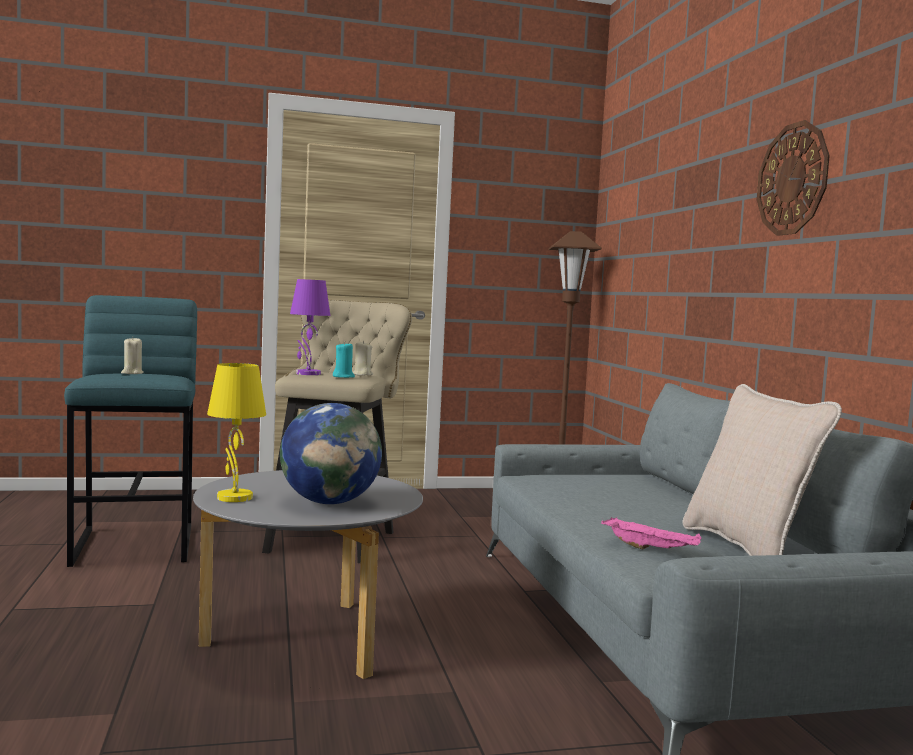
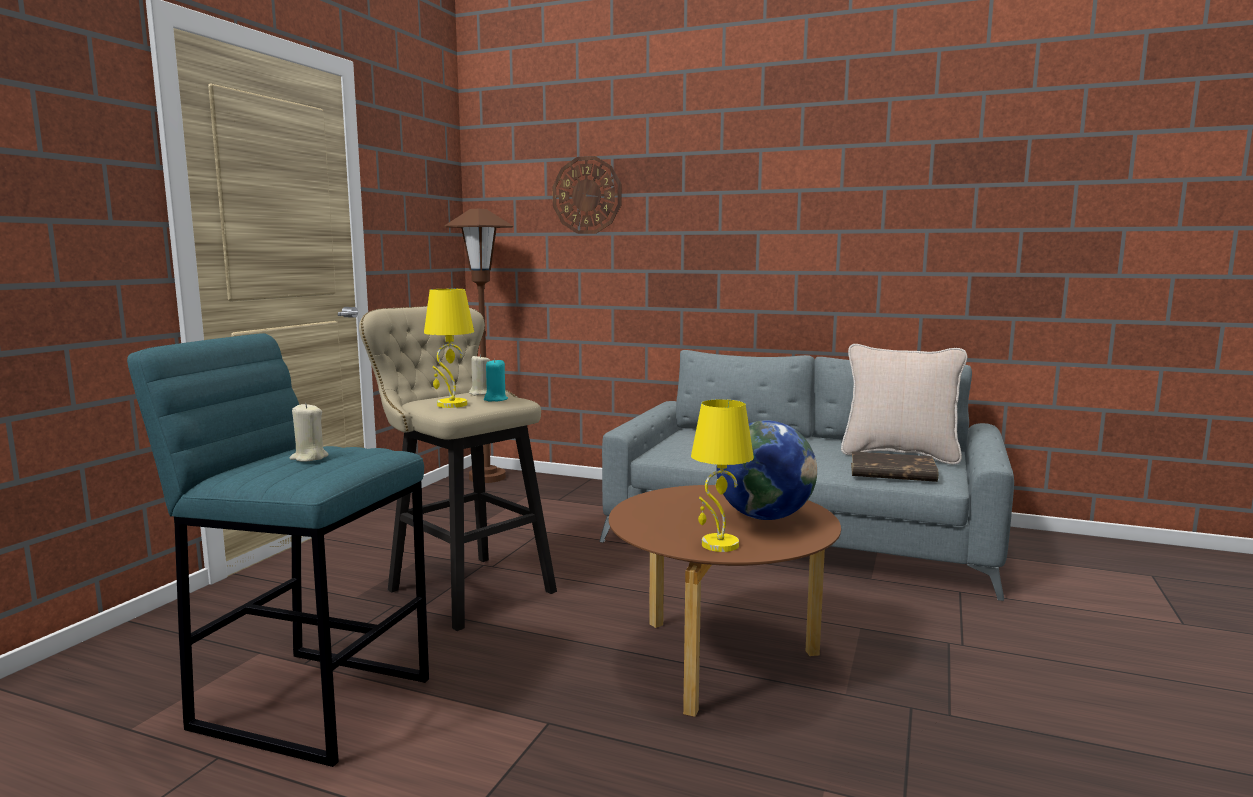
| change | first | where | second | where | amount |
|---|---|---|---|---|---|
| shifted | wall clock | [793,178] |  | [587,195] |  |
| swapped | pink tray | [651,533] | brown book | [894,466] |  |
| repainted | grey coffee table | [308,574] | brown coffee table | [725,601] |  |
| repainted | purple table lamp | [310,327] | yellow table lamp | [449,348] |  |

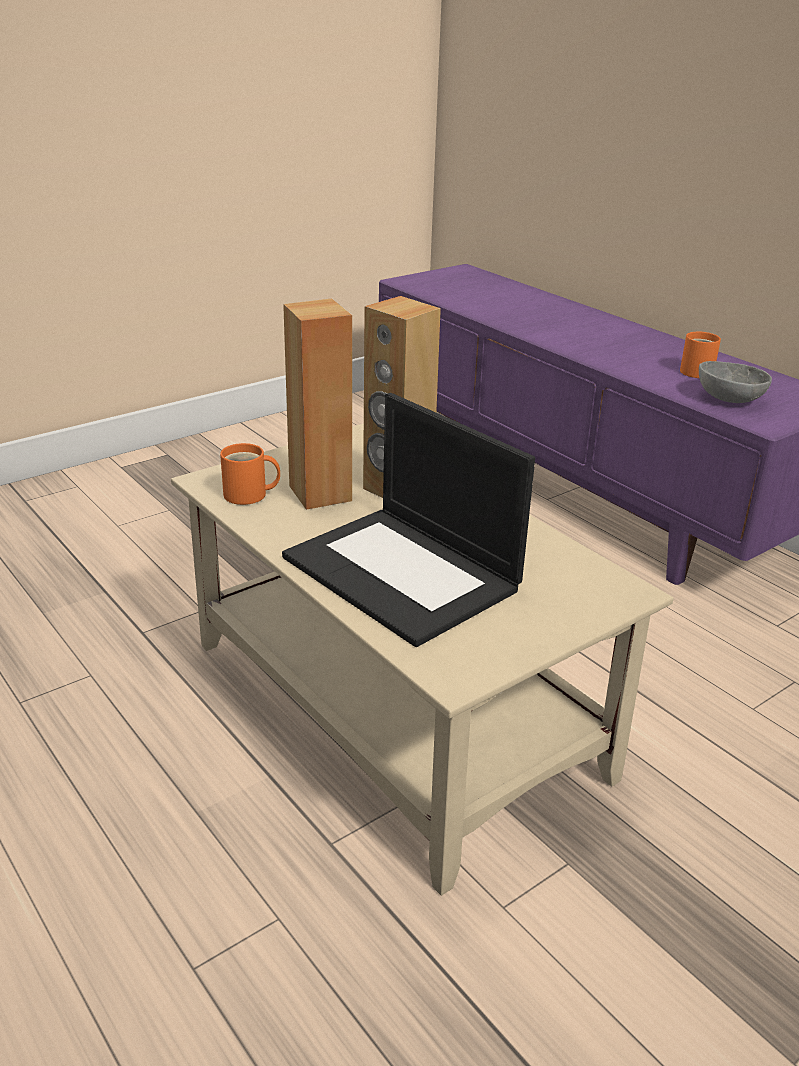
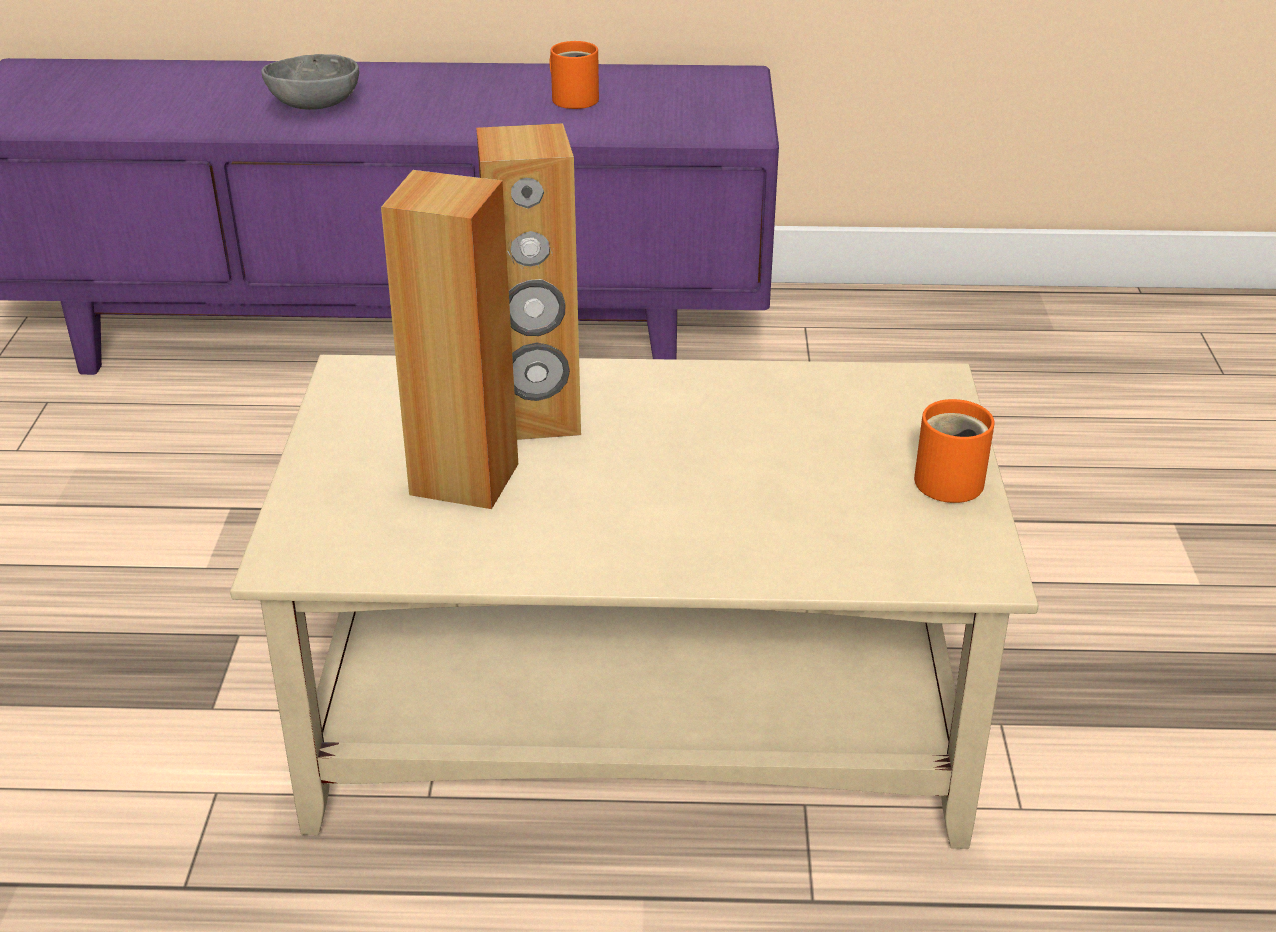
| change | first | where | second | where | amount |
|---|---|---|---|---|---|
| gone | laptop | [408,520] |  |  |  |
| shifted | orange mug | [250,474] |  | [954,451] |  |
| shifted | grey bowl | [735,382] |  | [310,82] |  |

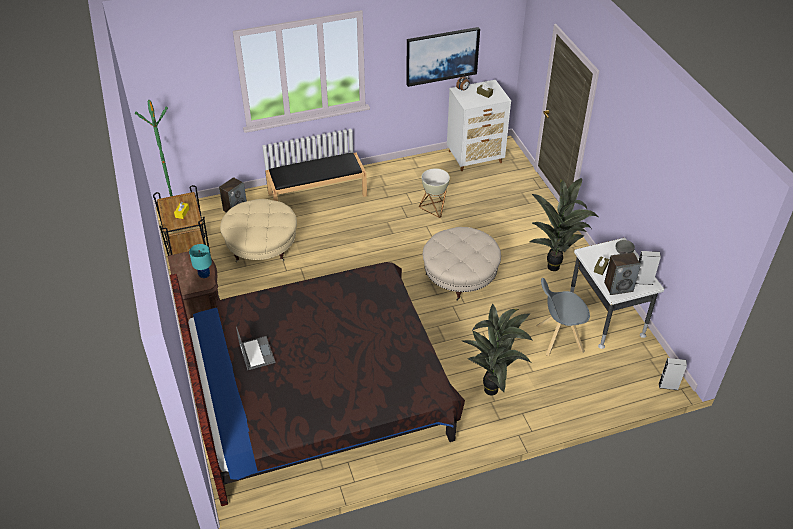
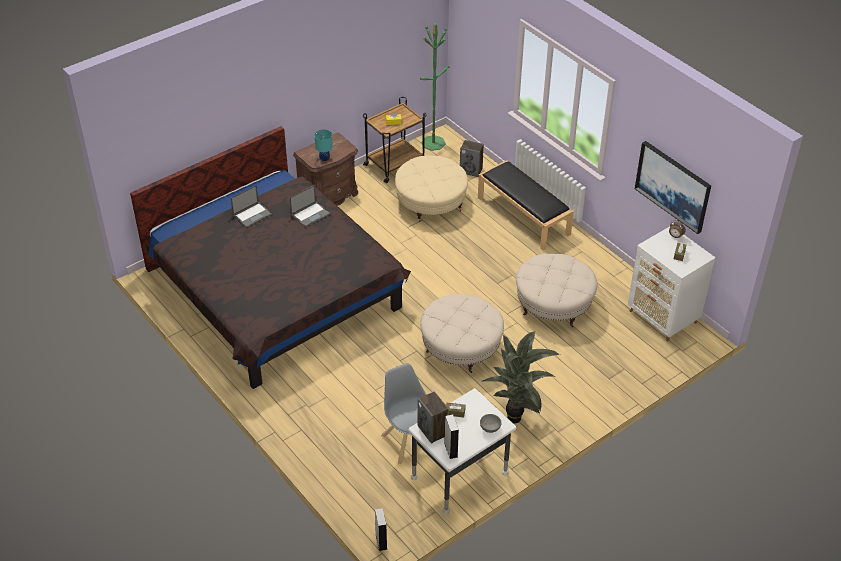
| change | first | where | second | where | amount |
|---|---|---|---|---|---|
| gone | potted plant | [497,349] |  |  |  |
| new |  |  | laptop | [310,206] |  |
| swapped | planter | [434,193] | beige ottoman | [557,290] |  |

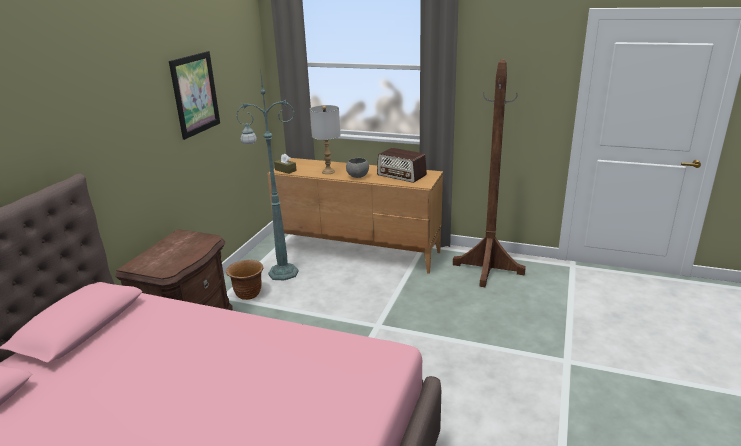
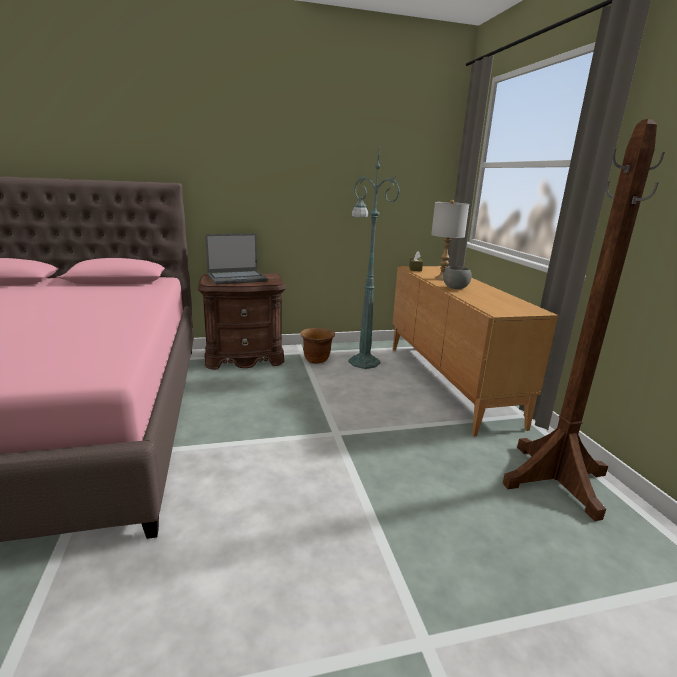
| change | first | where | second | where | amount |
|---|---|---|---|---|---|
| gone | picture | [194,95] |  |  |  |
| gone | radio | [402,165] |  |  |  |
| new |  |  | laptop | [236,259] |  |

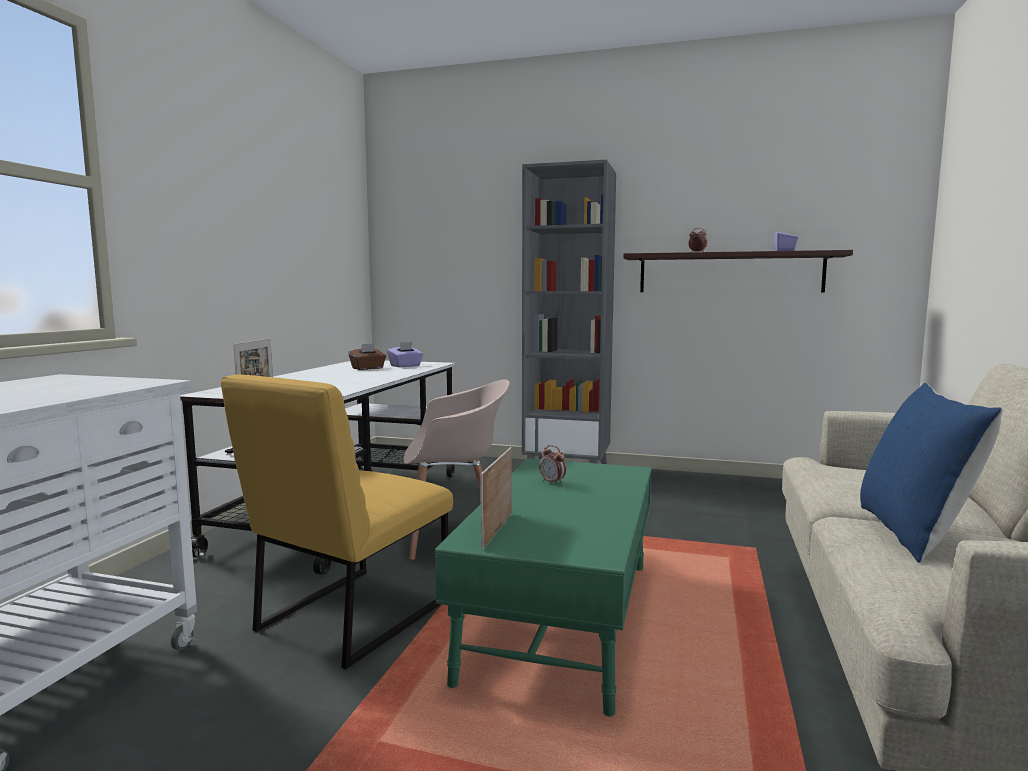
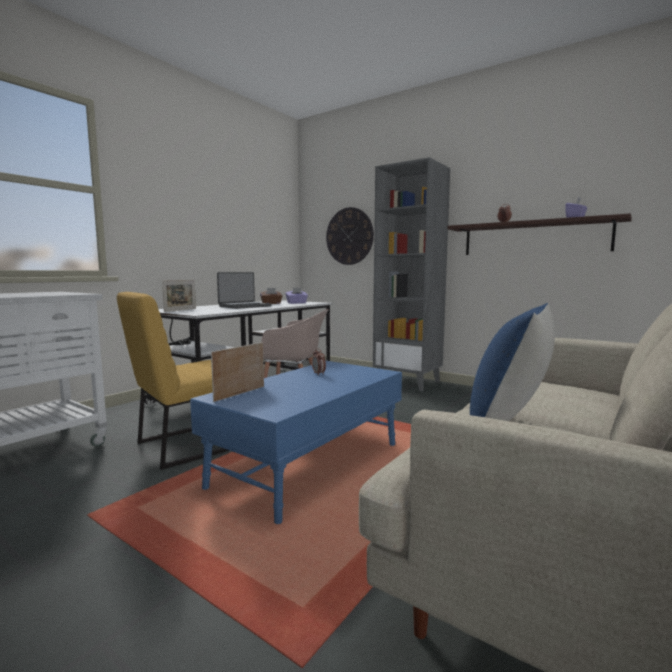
| change | first | where | second | where | amount |
|---|---|---|---|---|---|
| new |  |  | laptop | [244,290] |  |
| new |  |  | wall clock | [350,236] |  |
| repainted | green coffee table | [543,587] | blue coffee table | [296,442] |  |

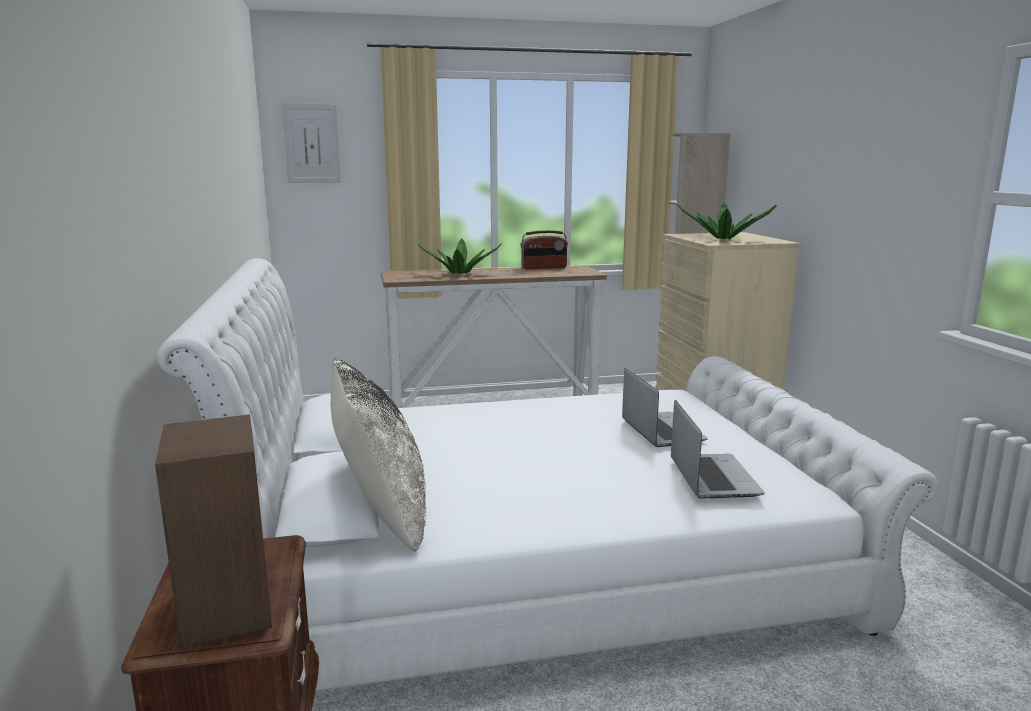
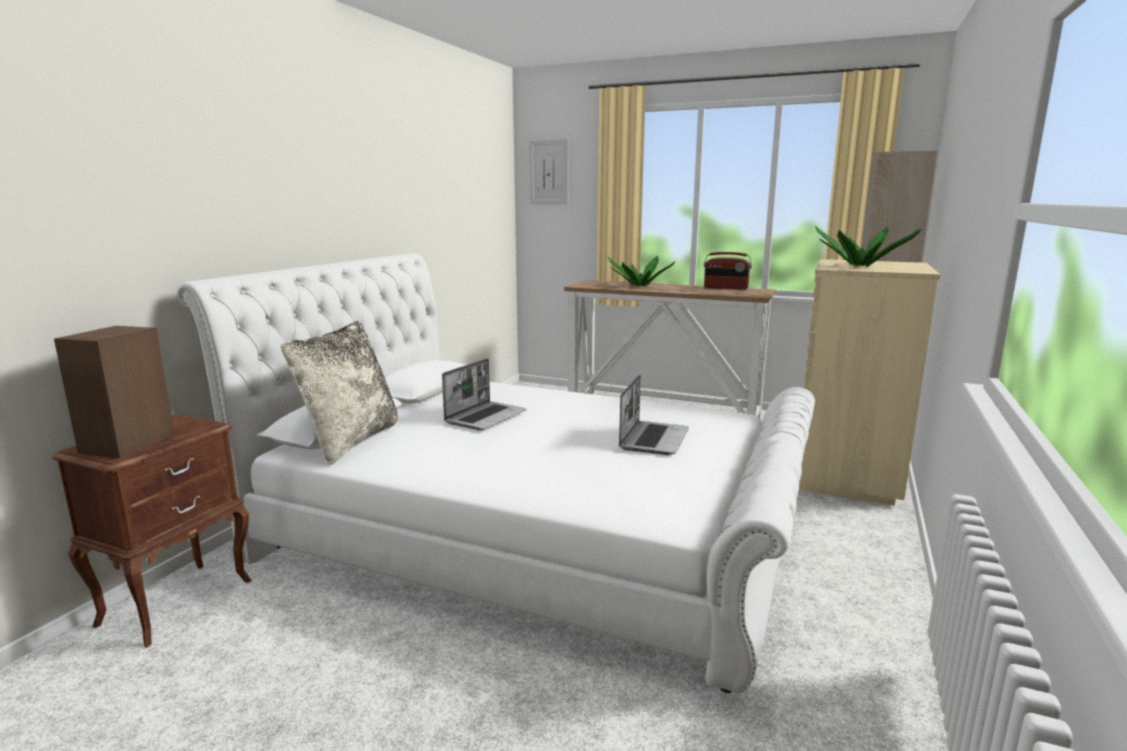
| change | first | where | second | where | amount |
|---|---|---|---|---|---|
| shifted | laptop | [718,449] |  | [484,394] |  |

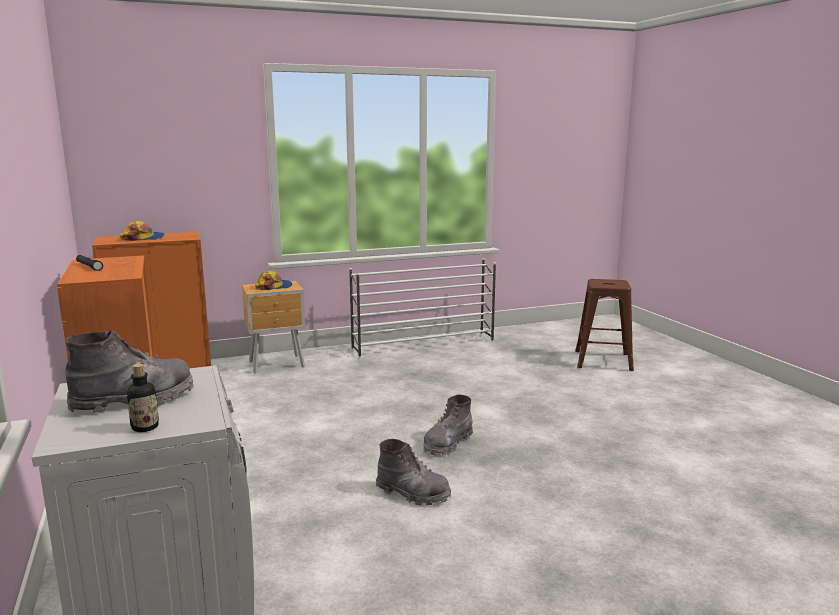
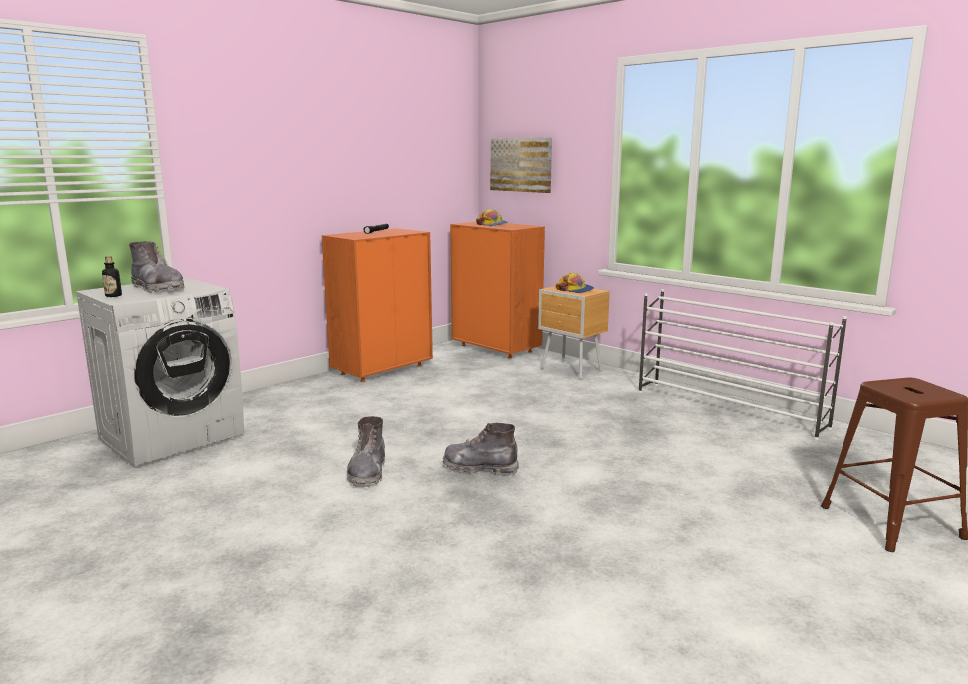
| change | first | where | second | where | amount |
|---|---|---|---|---|---|
| new |  |  | picture | [521,165] |  |

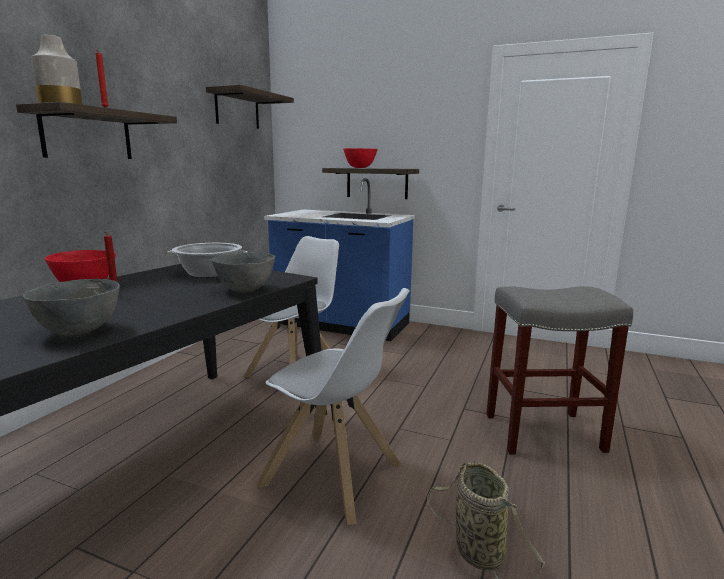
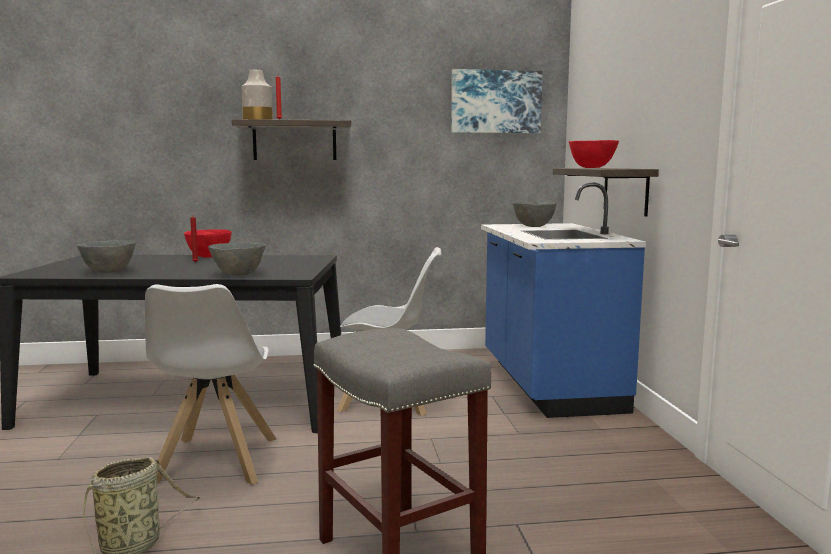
| change | first | where | second | where | amount |
|---|---|---|---|---|---|
| gone | cooking pot | [207,260] |  |  |  |
| new |  |  | grey bowl | [535,214] |  |
| swapped | shelf | [250,107] | picture | [496,101] |  |

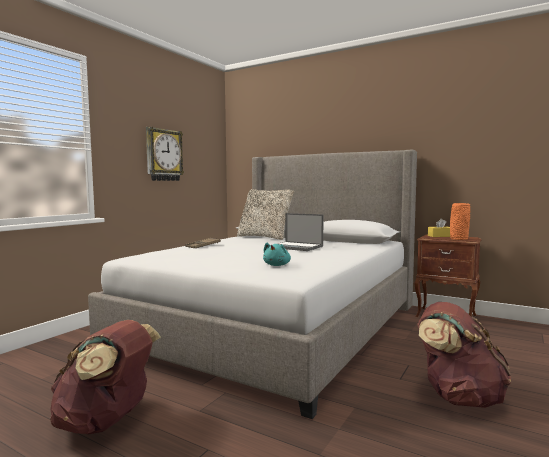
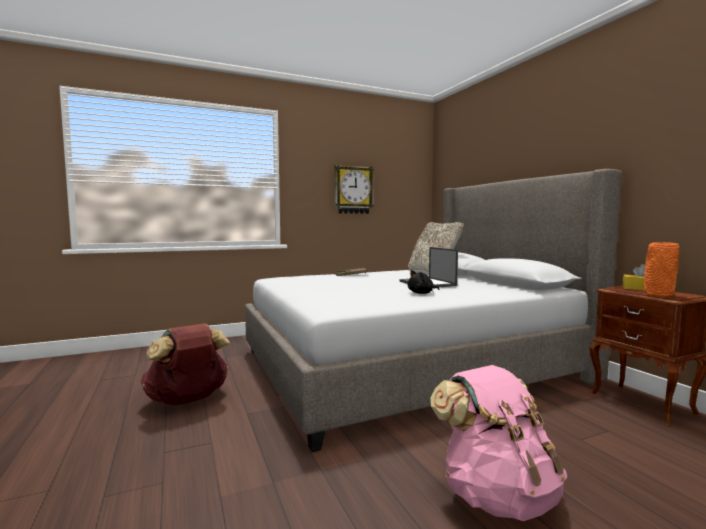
| change | first | where | second | where | amount |
|---|---|---|---|---|---|
| gone | turquoise plush toy | [277,254] |  |  |  |
| new |  |  | black plush toy | [423,282] |  |
| repainted | brown backpack | [464,355] | pink backpack | [498,443] |  |

